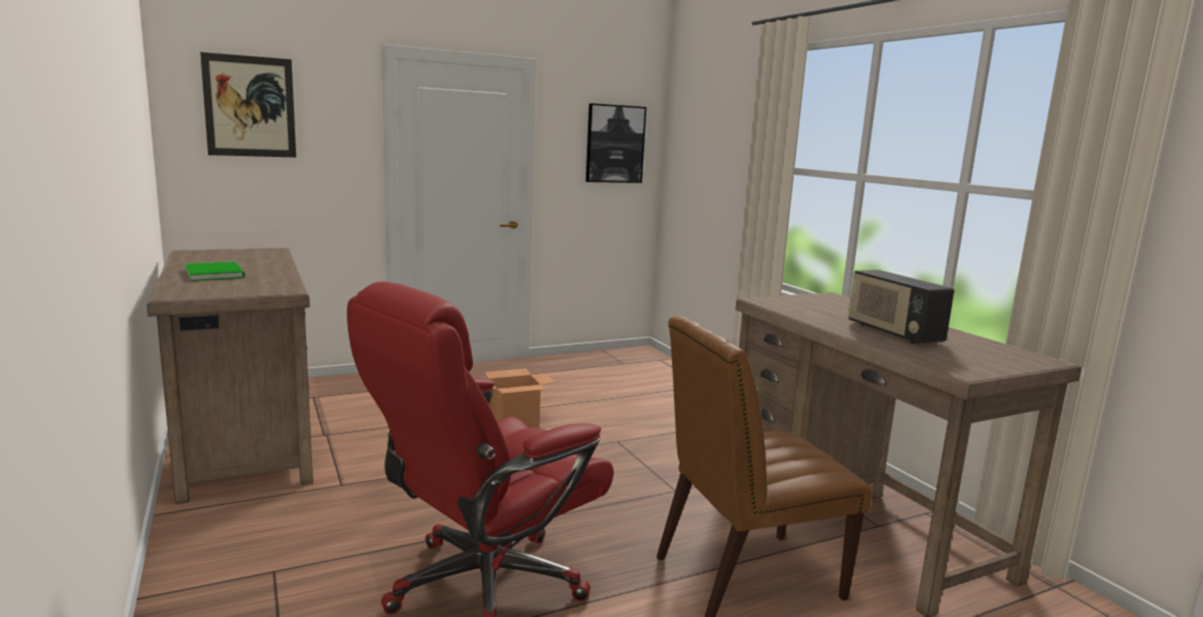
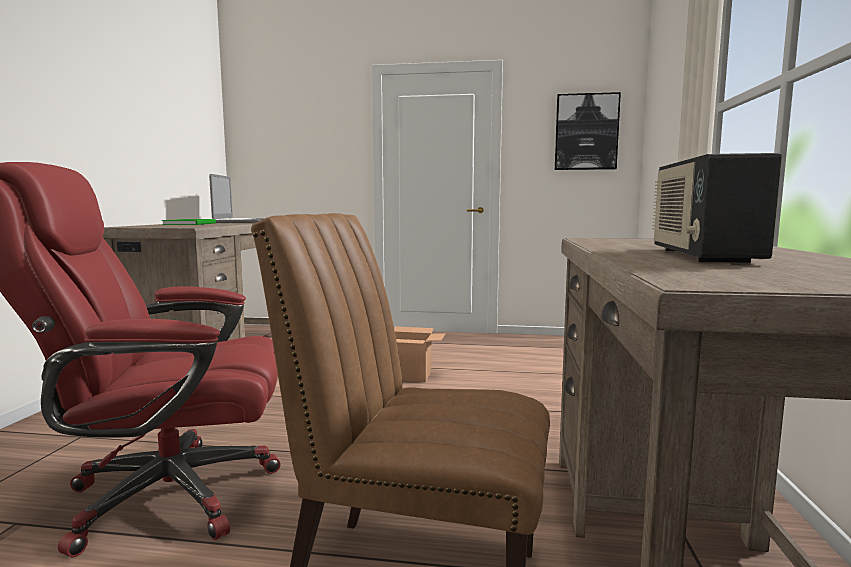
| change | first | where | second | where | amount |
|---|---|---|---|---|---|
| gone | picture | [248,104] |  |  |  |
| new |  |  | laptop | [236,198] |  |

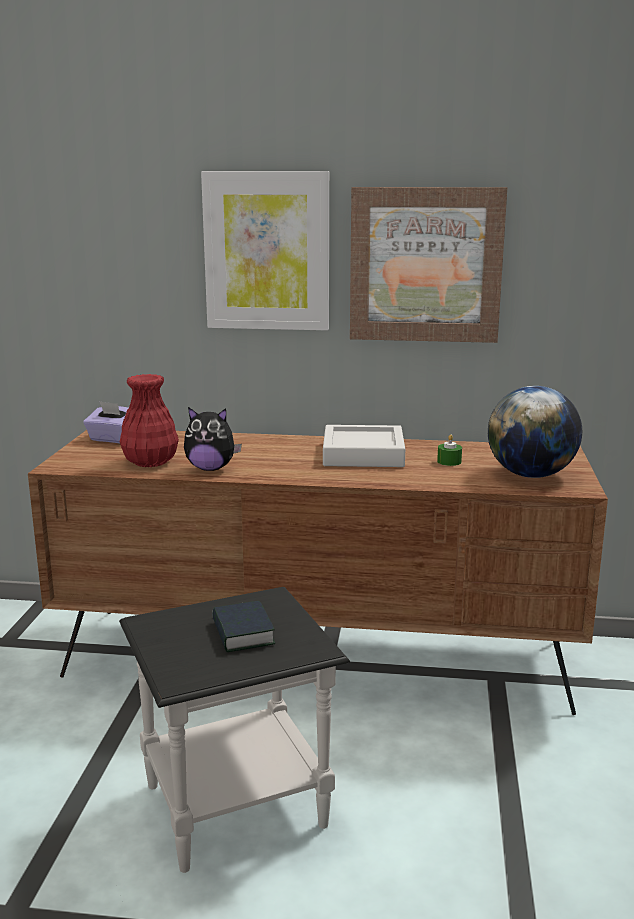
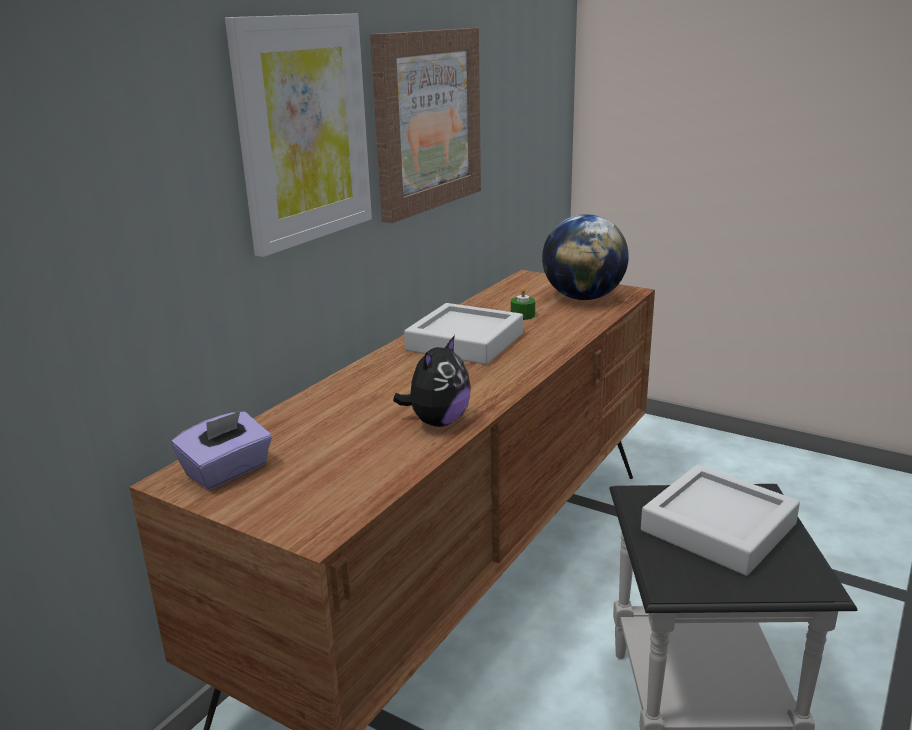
| change | first | where | second | where | amount |
|---|---|---|---|---|---|
| gone | red vase | [149,420] |  |  |  |
| swapped | book | [243,626] | grey tray | [720,520] |  |

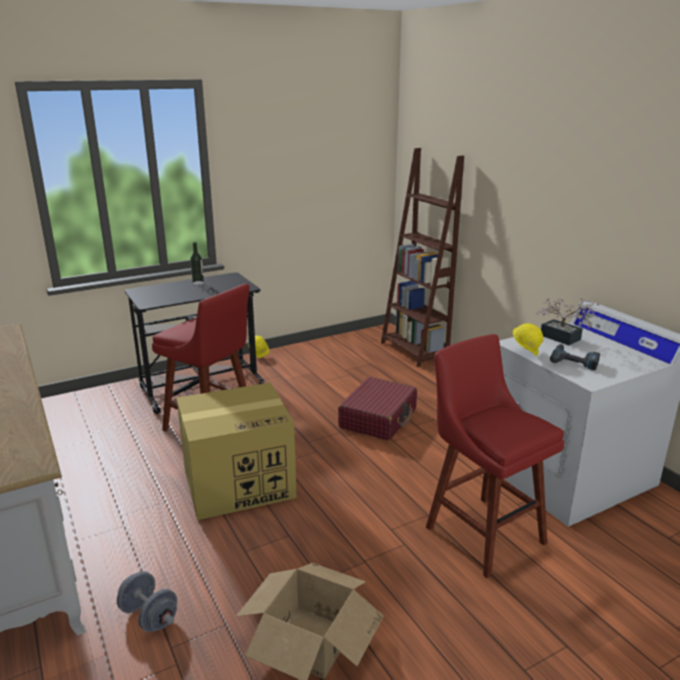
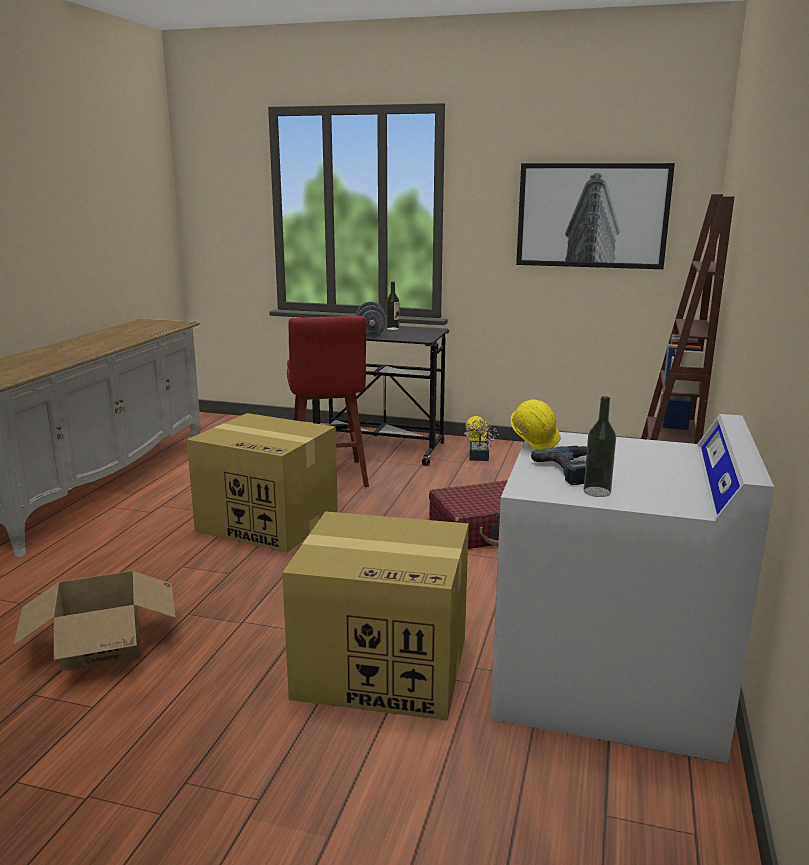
| change | first | where | second | where | amount |
|---|---|---|---|---|---|
| new |  |  | picture | [595,216] |  |
| new |  |  | bottle | [600,446] |  |
| shifted | grey dumbbell | [147,601] |  | [371,318] |  |
| shifted | potted plant | [567,321] |  | [481,440] |  |
| swapped | red stool | [495,456] | cardboard box | [375,616] |  |

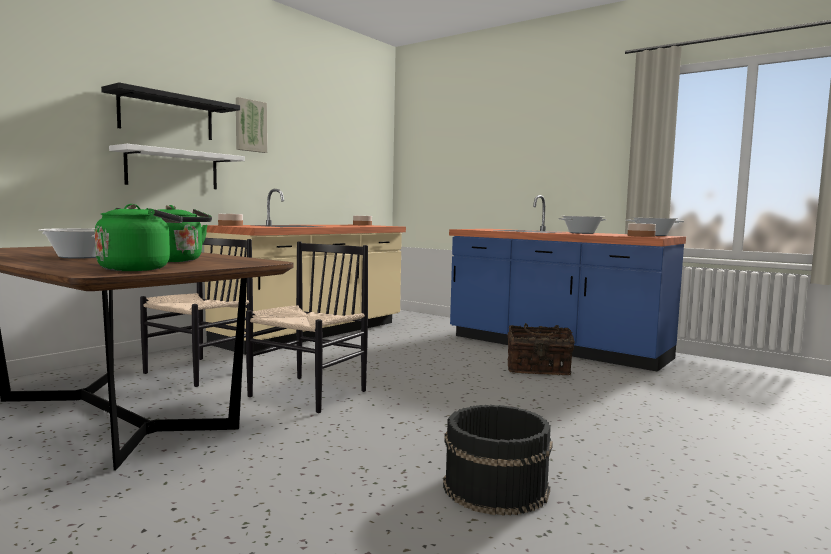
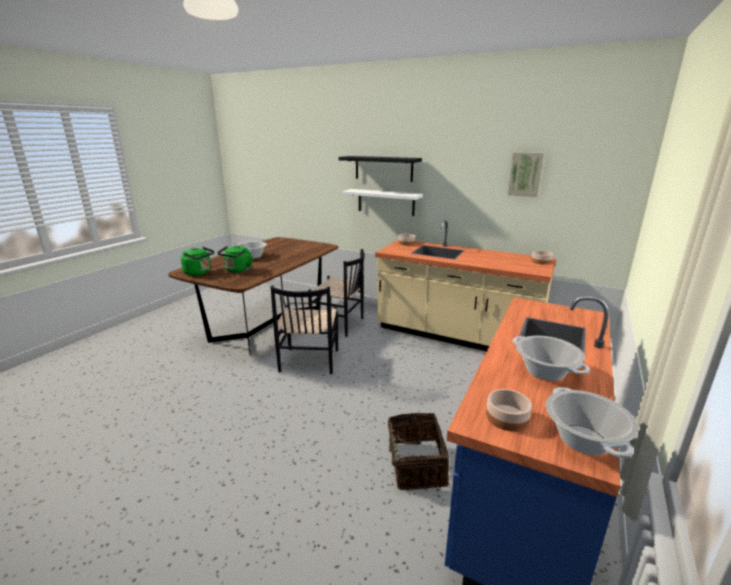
| change | first | where | second | where | amount |
|---|---|---|---|---|---|
| gone | black bucket | [498,460] |  |  |  |
| shifted | picture | [251,125] |  | [526,174] |  |
| rotated | black chair | [307,327] |  | [304,329] | 75 degrees clockwise |

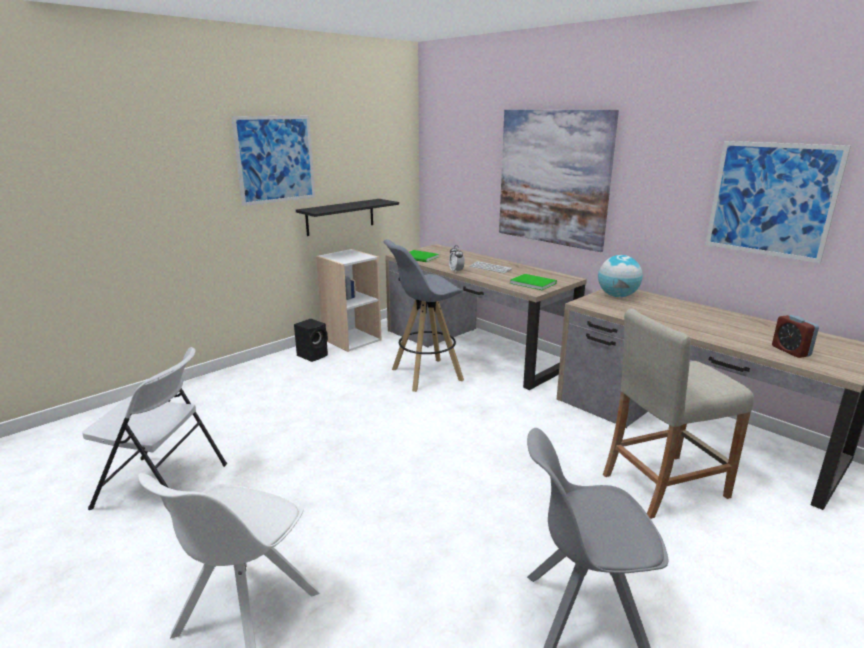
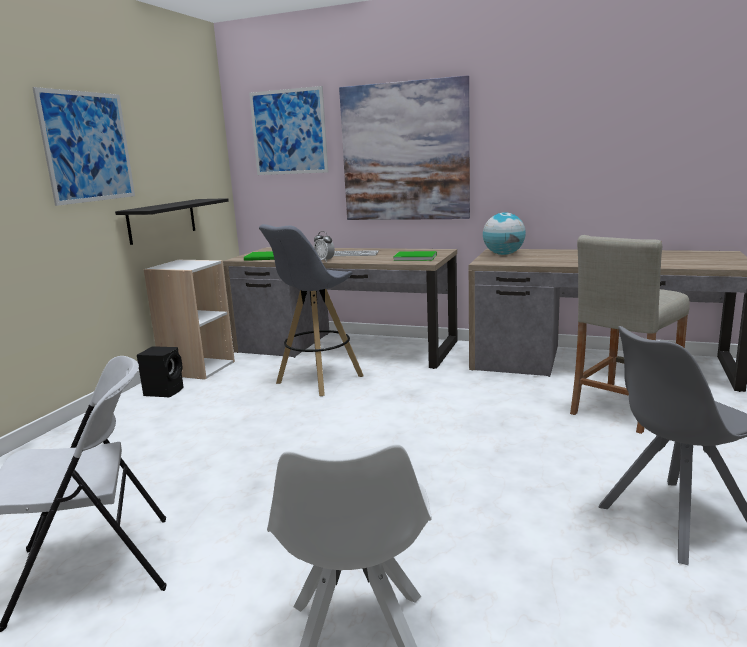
| change | first | where | second | where | amount |
|---|---|---|---|---|---|
| gone | alarm clock | [795,336] |  |  |  |
| shifted | picture | [778,202] |  | [288,130] |  |

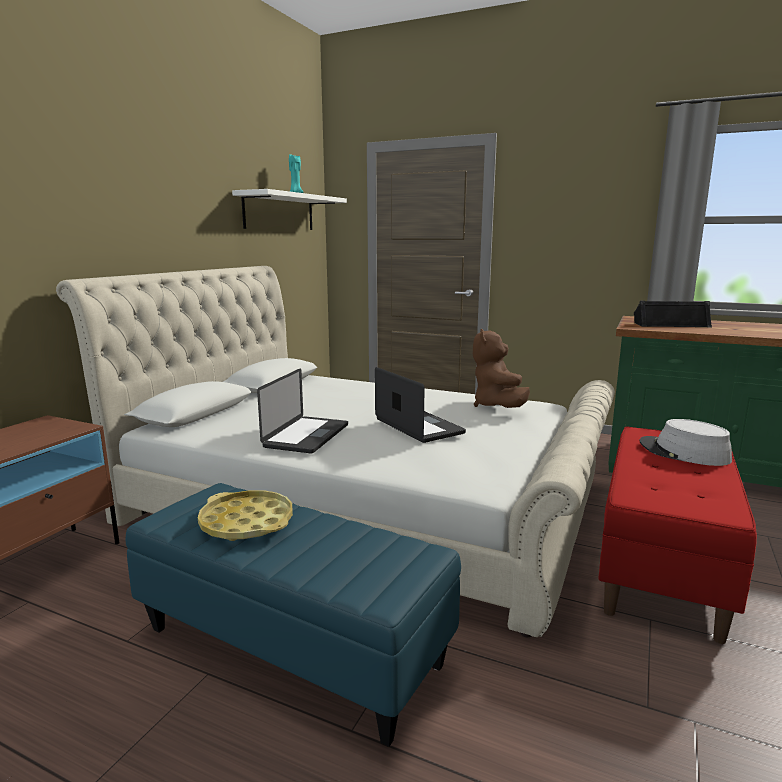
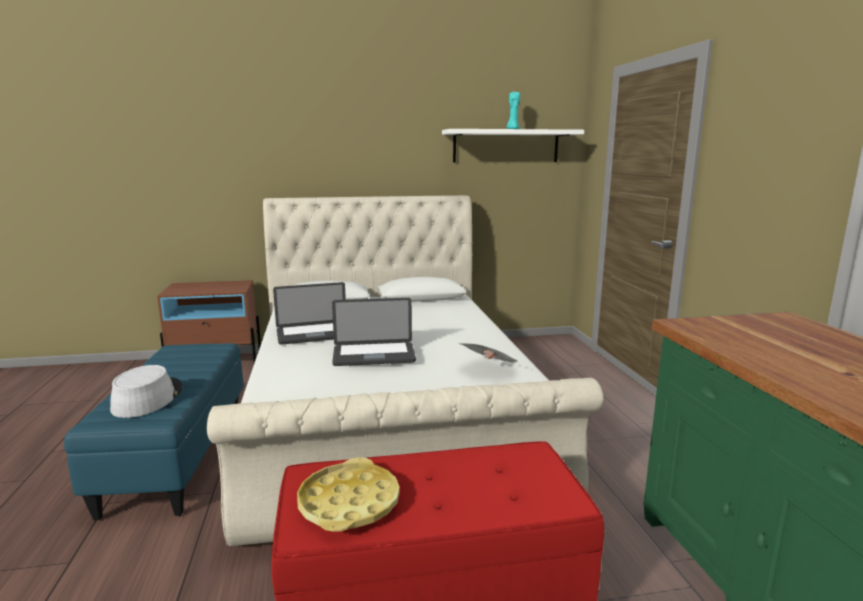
| change | first | where | second | where | amount |
|---|---|---|---|---|---|
| gone | black speaker | [673,314] |  |  |  |
| shifted | yellow tray | [245,515] |  | [348,495] |  |
| shifted | grey hat | [685,442] |  | [146,391] |  |
| swapped | brown plush toy | [501,368] | newspaper | [489,353] |  |
| rotated | laptop | [420,405] |  | [374,332] | 60 degrees clockwise |

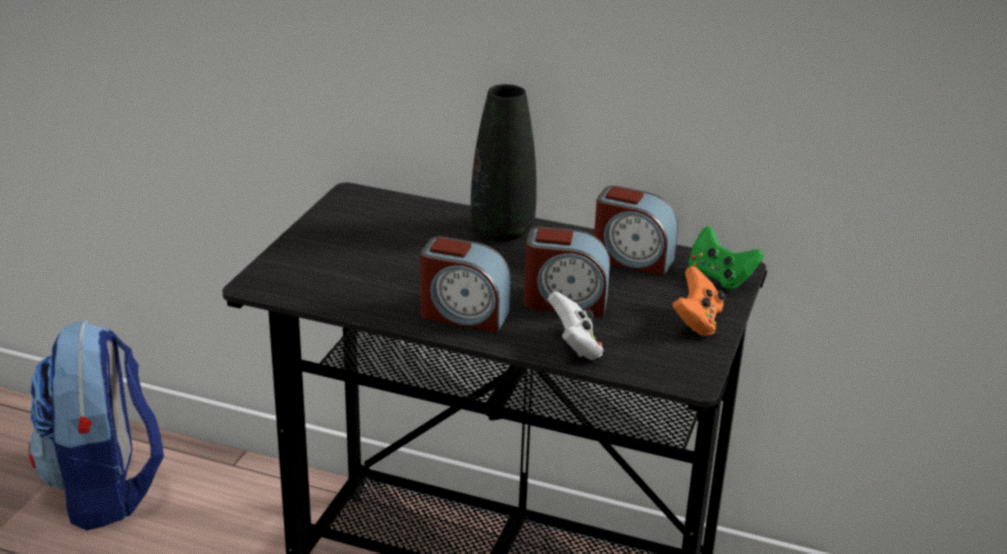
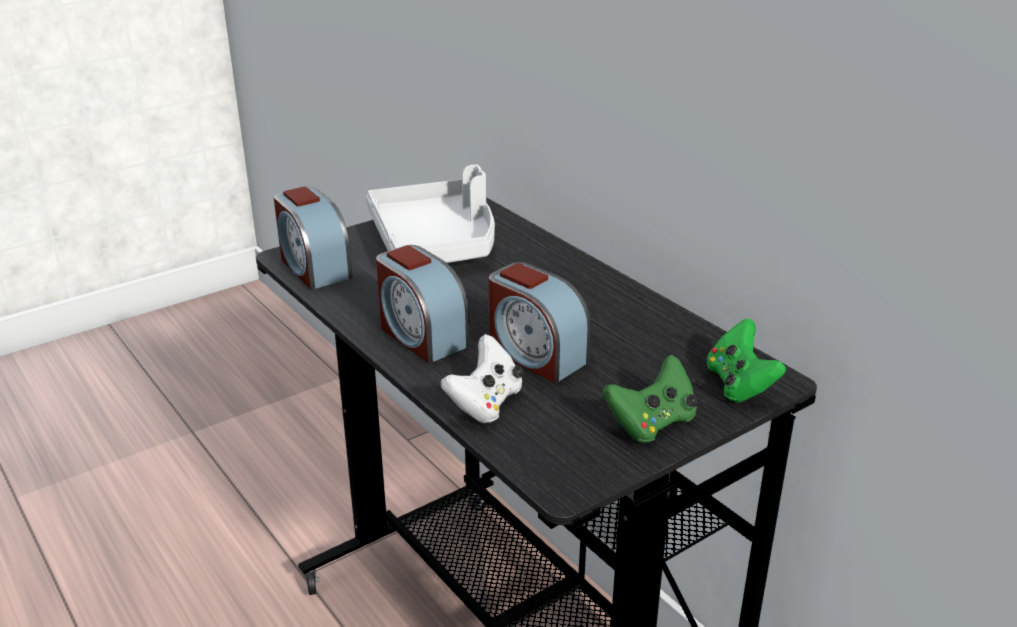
| change | first | where | second | where | amount |
|---|---|---|---|---|---|
| gone | backpack | [96,425] |  |  |  |
| gone | black vase | [504,162] |  |  |  |
| new |  |  | grey tray | [430,213] |  |
| shifted | alarm clock | [636,231] |  | [313,238] |  |
| repainted | orange game controller | [699,301] | green game controller | [650,398] |  |

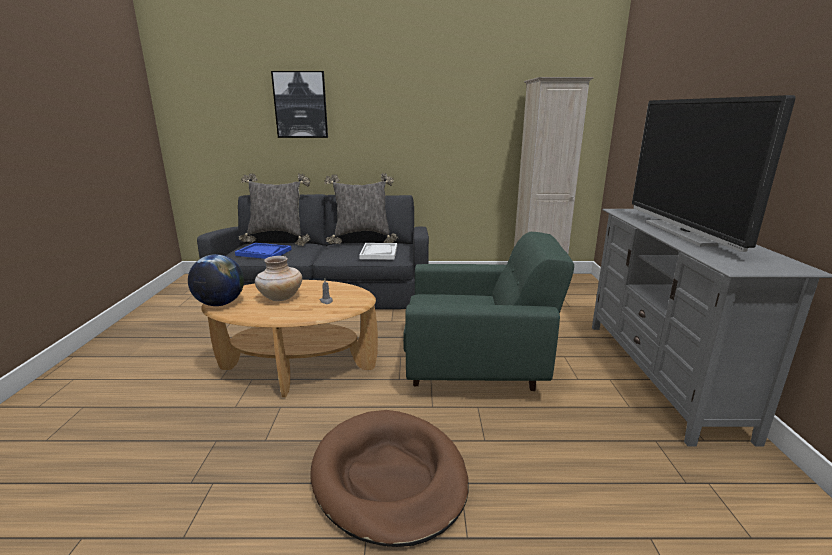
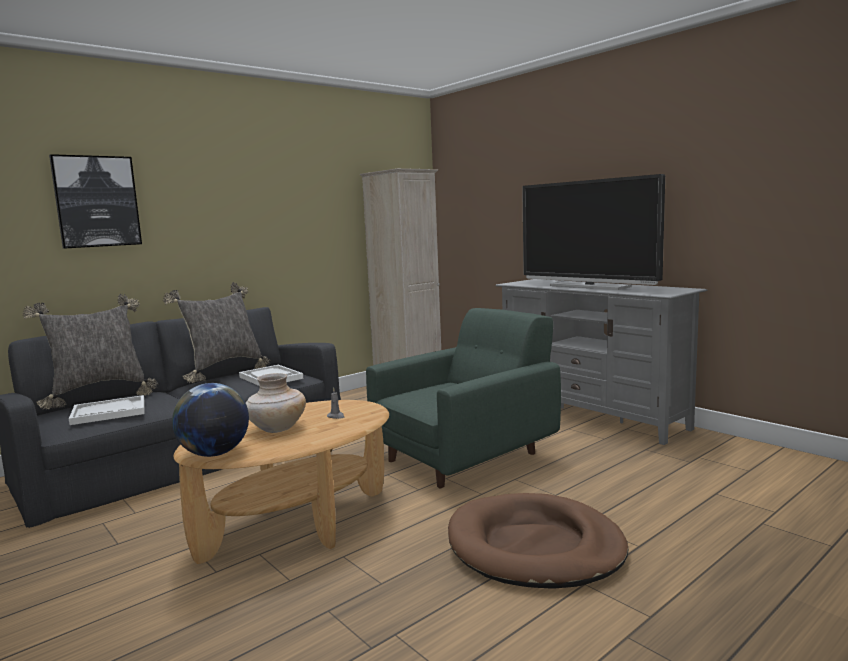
| change | first | where | second | where | amount |
|---|---|---|---|---|---|
| repainted | blue tray | [263,251] | white tray | [107,410] |  |

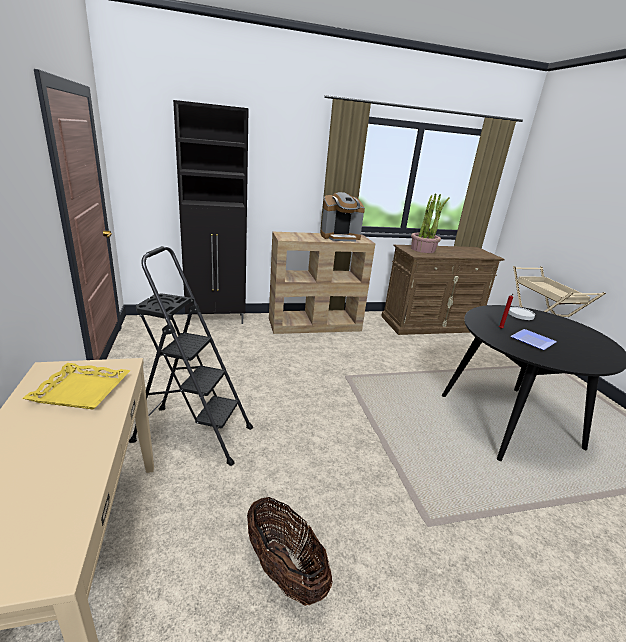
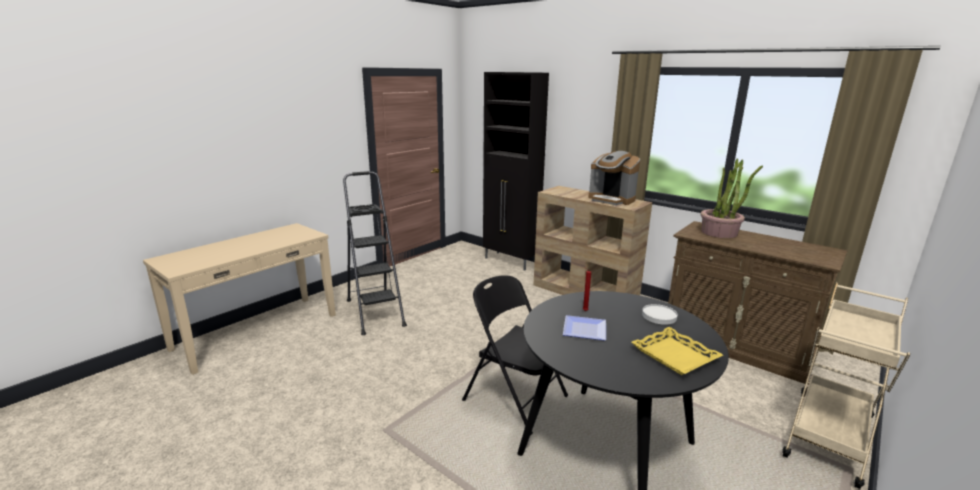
| change | first | where | second | where | amount |
|---|---|---|---|---|---|
| gone | basket | [289,551] |  |  |  |
| new |  |  | black chair | [515,355] |  |
| shifted | yellow tray | [76,386] |  | [677,351] |  |

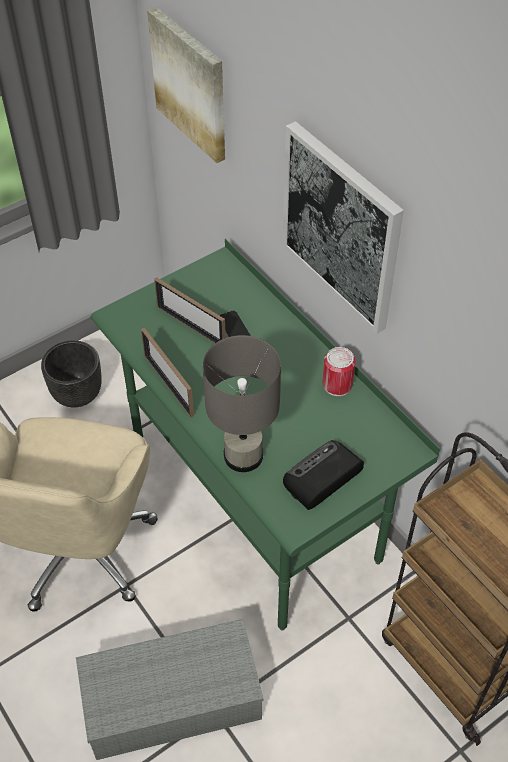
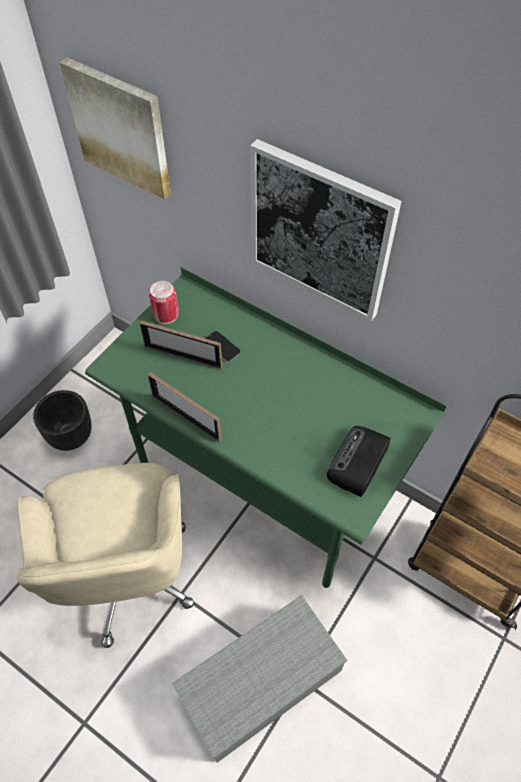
| change | first | where | second | where | amount |
|---|---|---|---|---|---|
| gone | grey table lamp | [242,403] |  |  |  |
| shifted | can | [339,371] |  | [164,302] |  |

